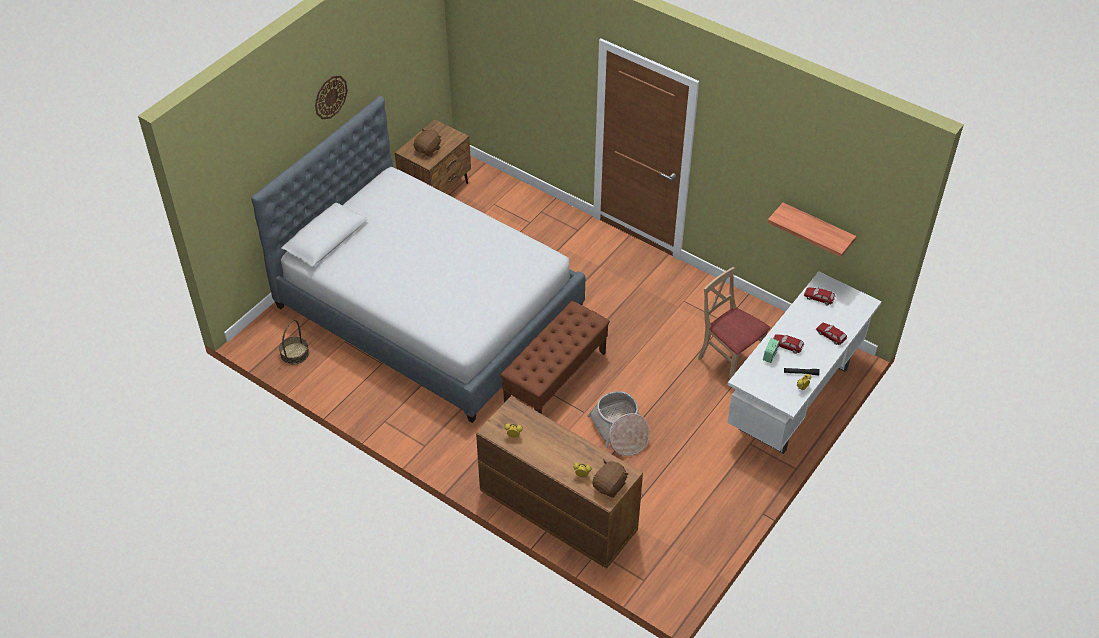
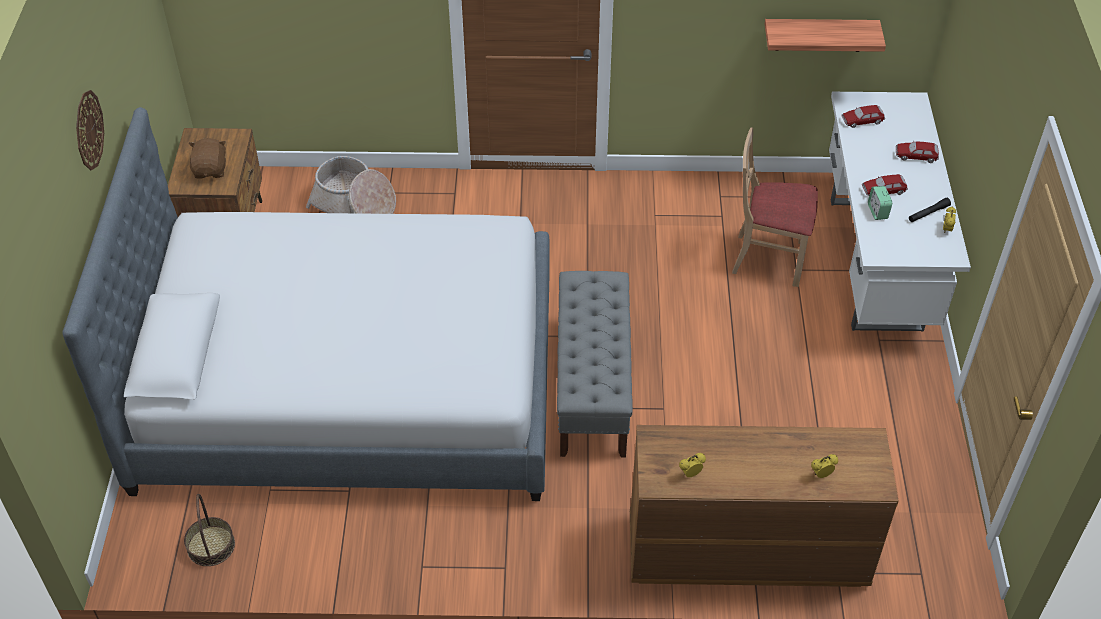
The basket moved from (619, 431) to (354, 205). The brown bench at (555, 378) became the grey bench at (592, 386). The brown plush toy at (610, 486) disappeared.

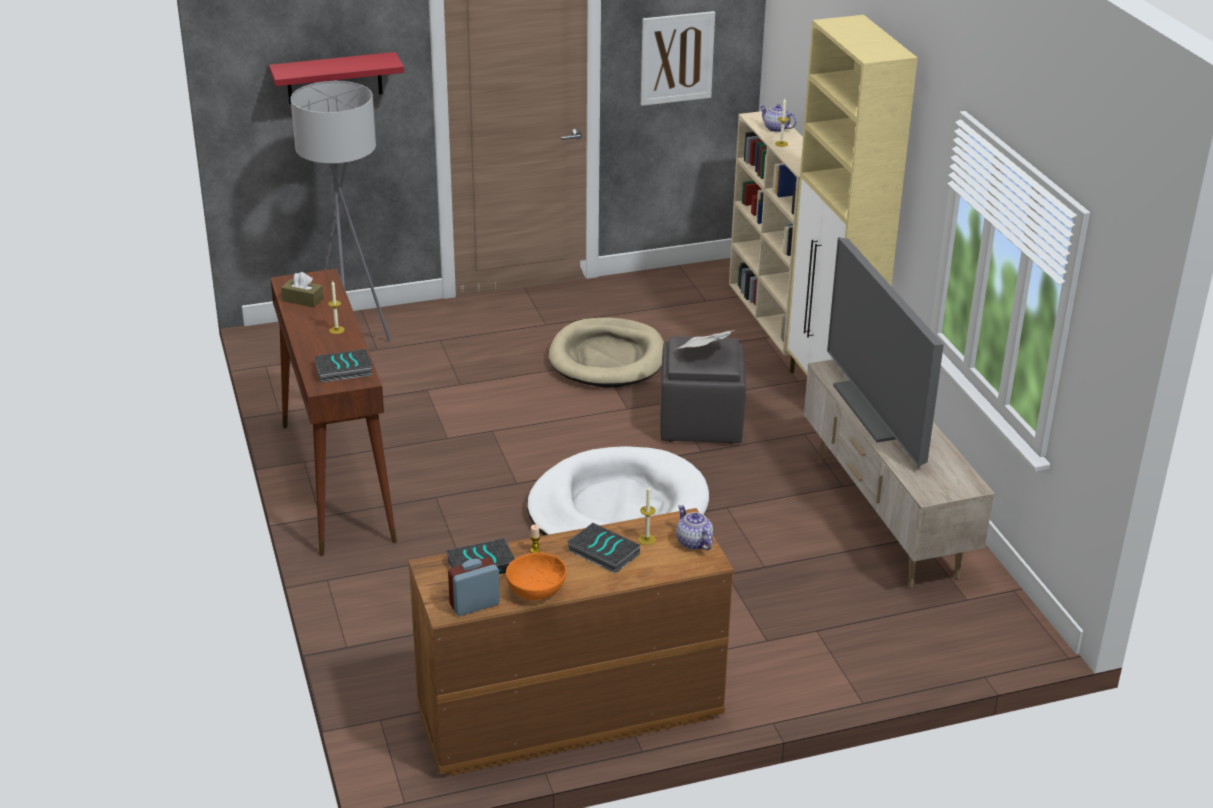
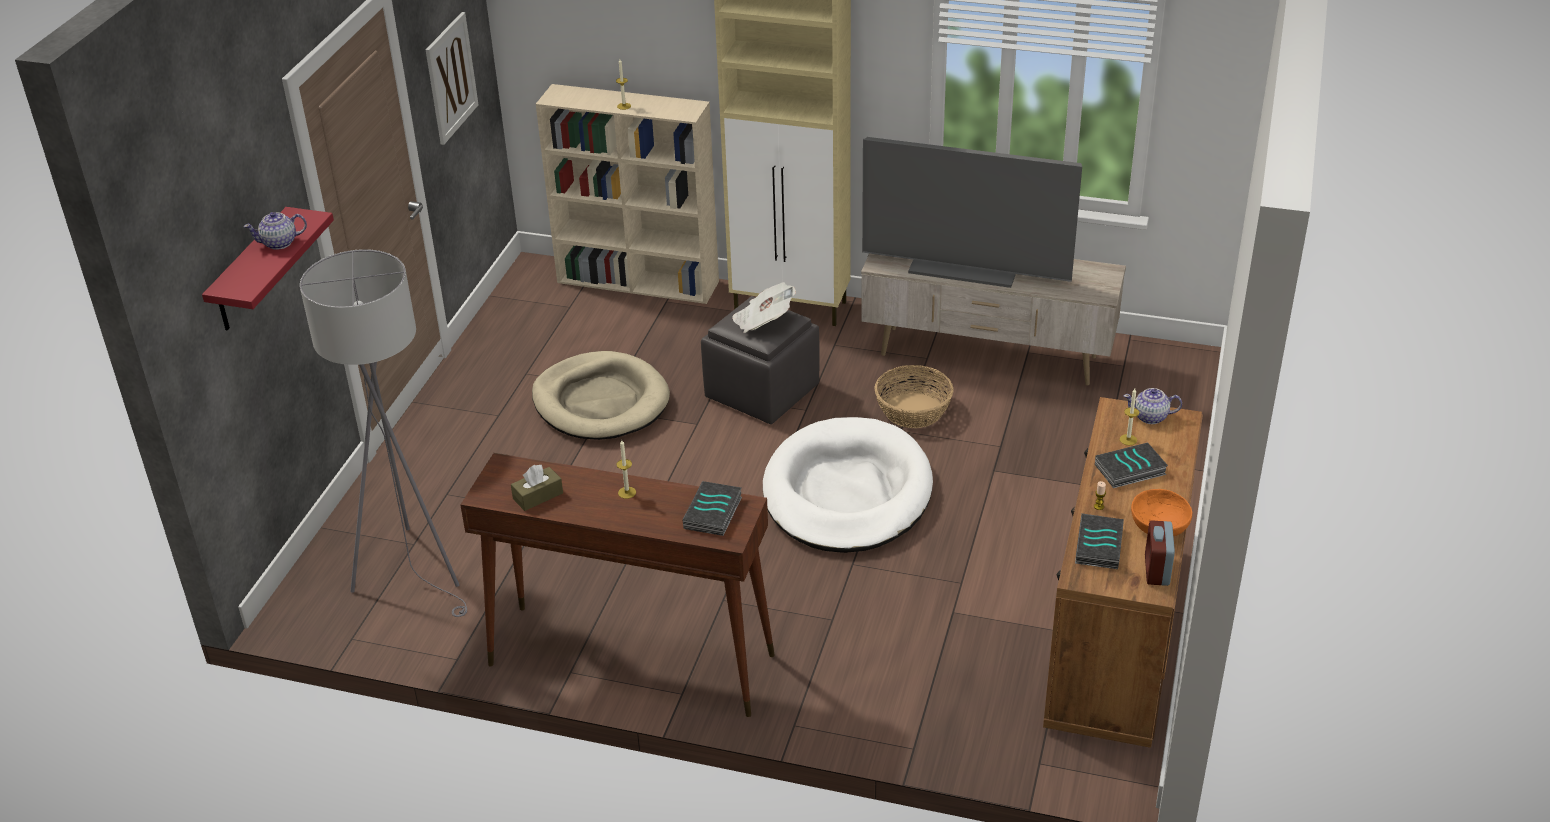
The teapot moved from (776, 128) to (280, 243). The basket at (913, 410) appeared.

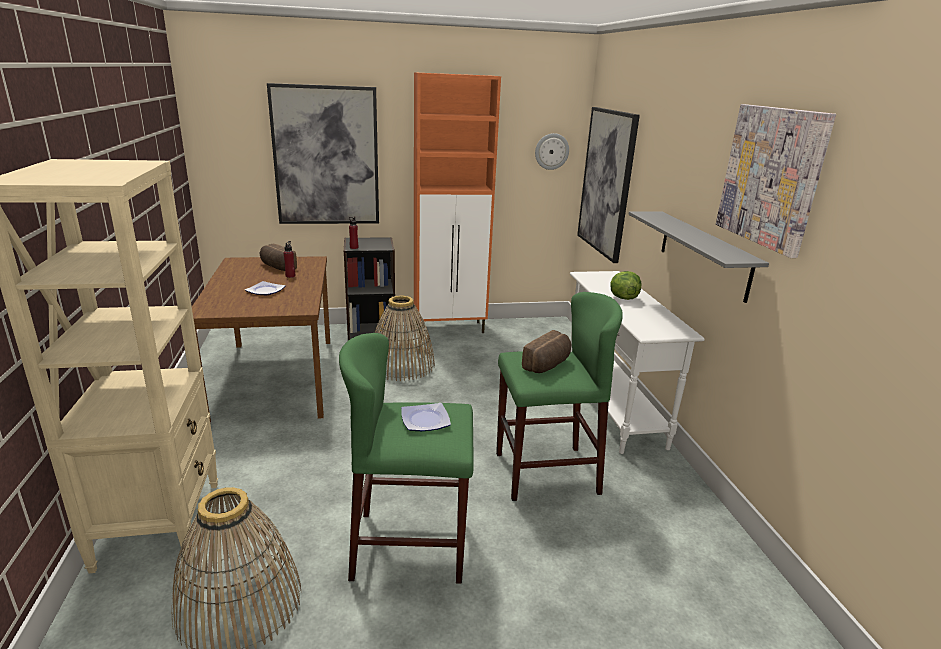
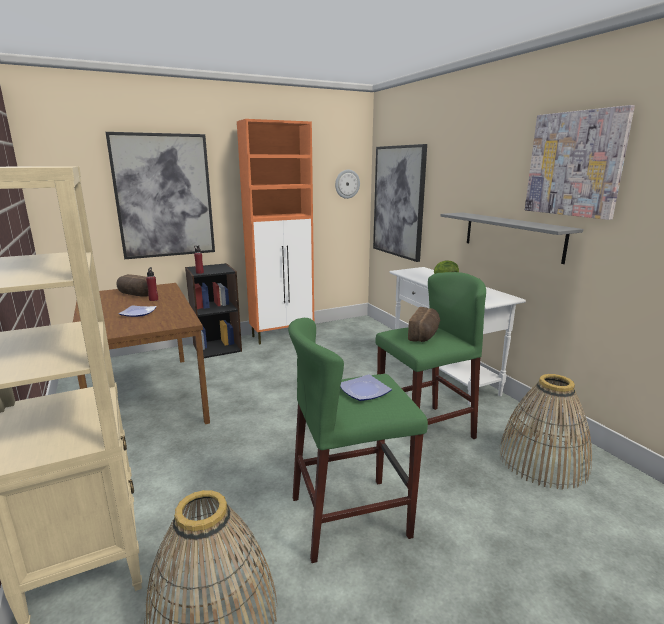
The basket moved from (401, 365) to (542, 460).

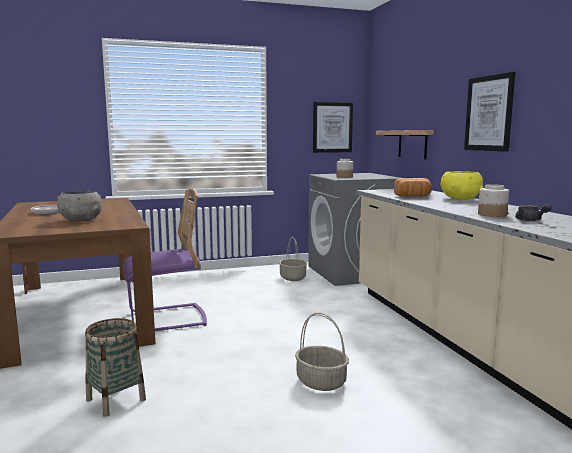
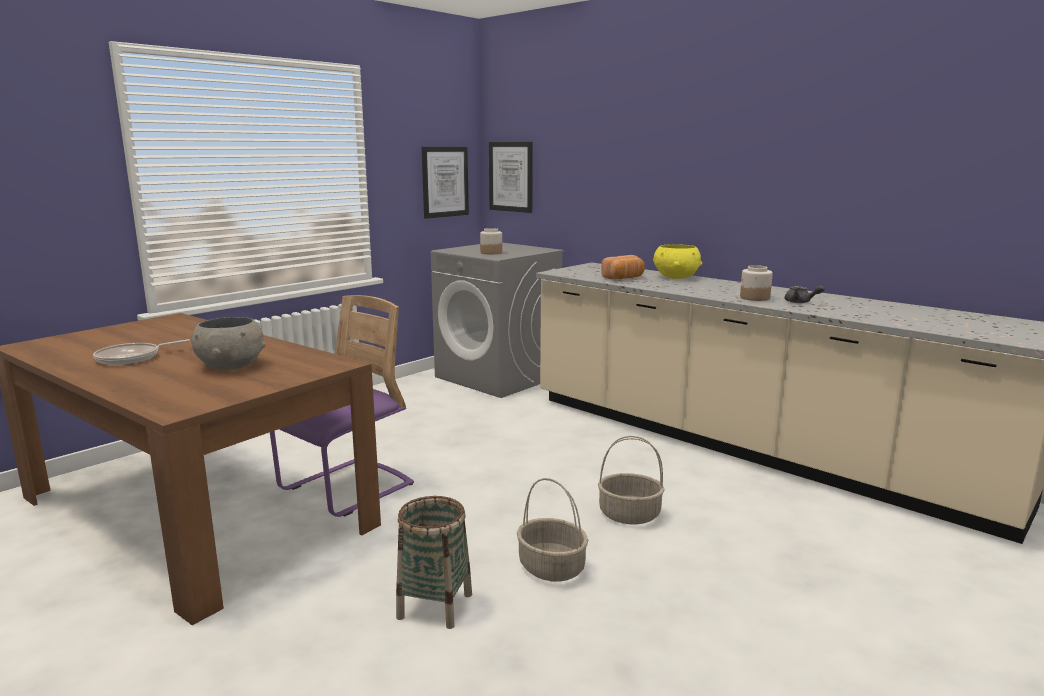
The picture moved from (489, 113) to (511, 176). The basket moved from (292, 277) to (550, 567). The shelf at (412, 144) disappeared.

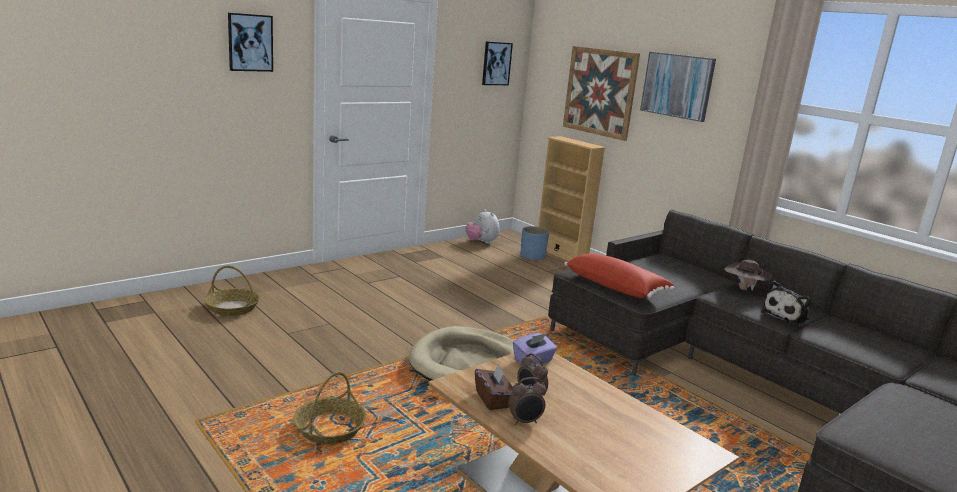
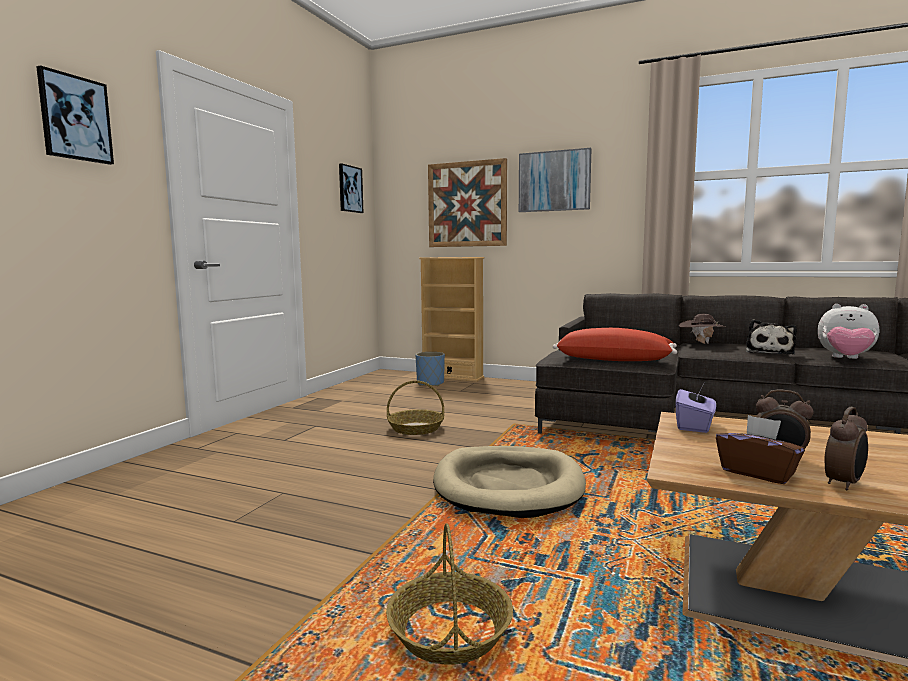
The basket moved from (232, 308) to (415, 428). The plush toy moved from (481, 242) to (845, 358).

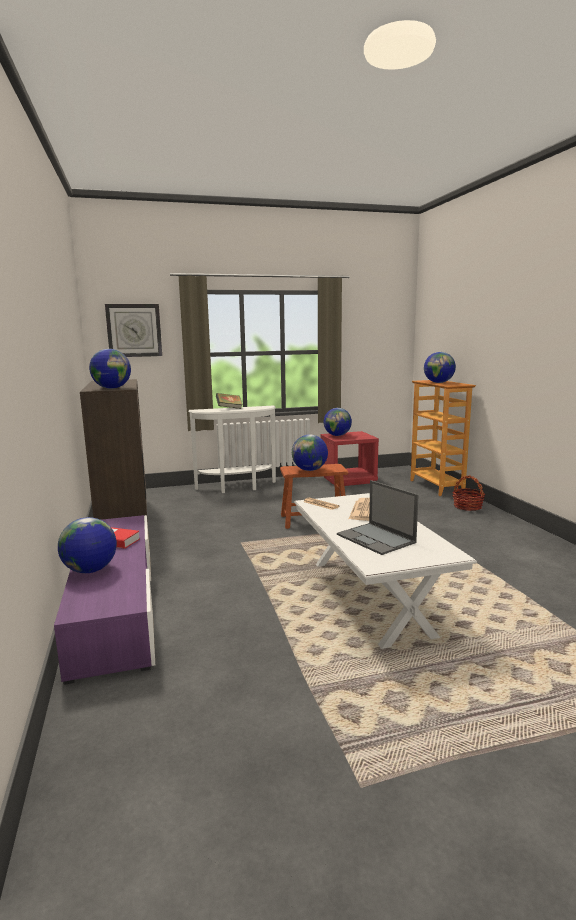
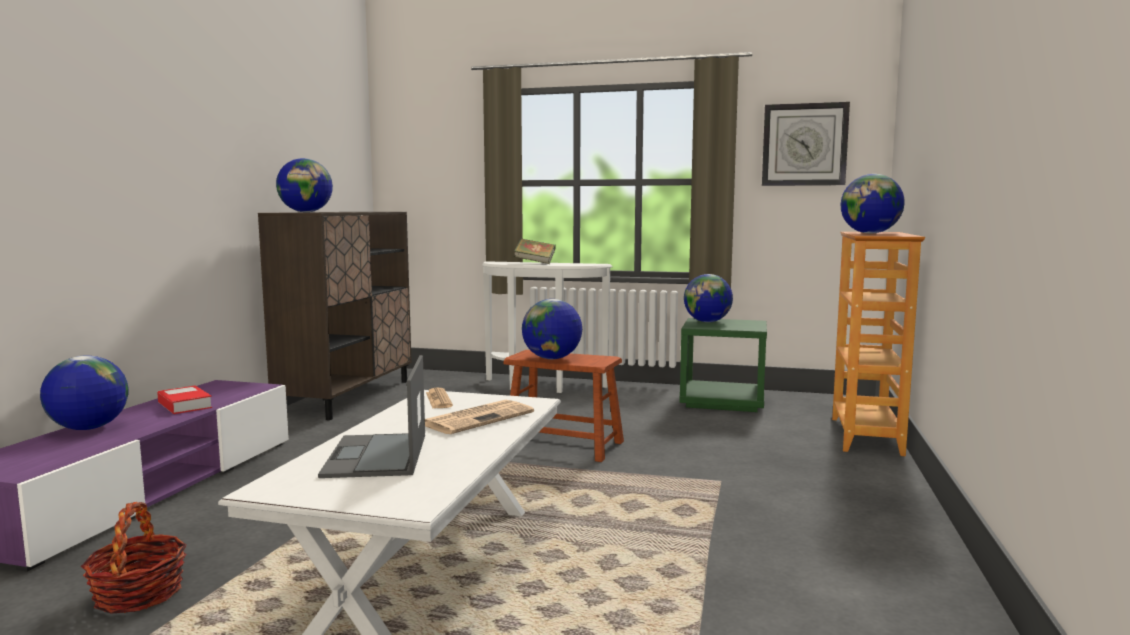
The basket moved from (467, 507) to (138, 594). The red nightstand at (348, 480) became the green nightstand at (723, 402). The wall clock moved from (134, 330) to (804, 145).

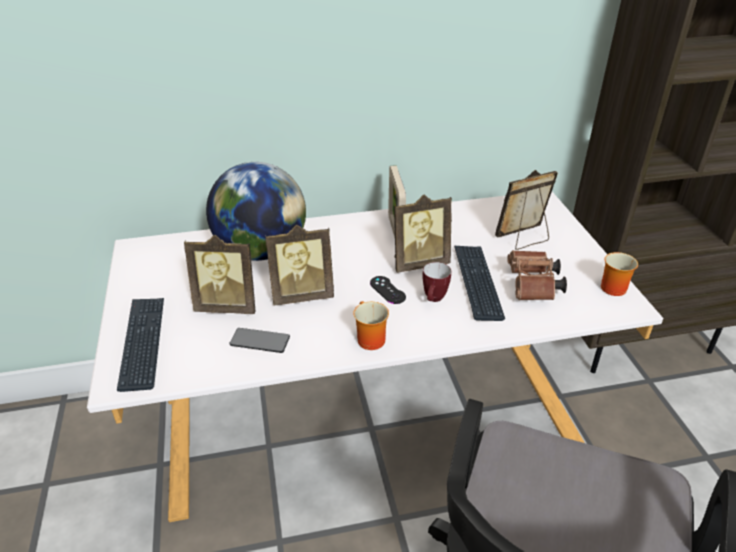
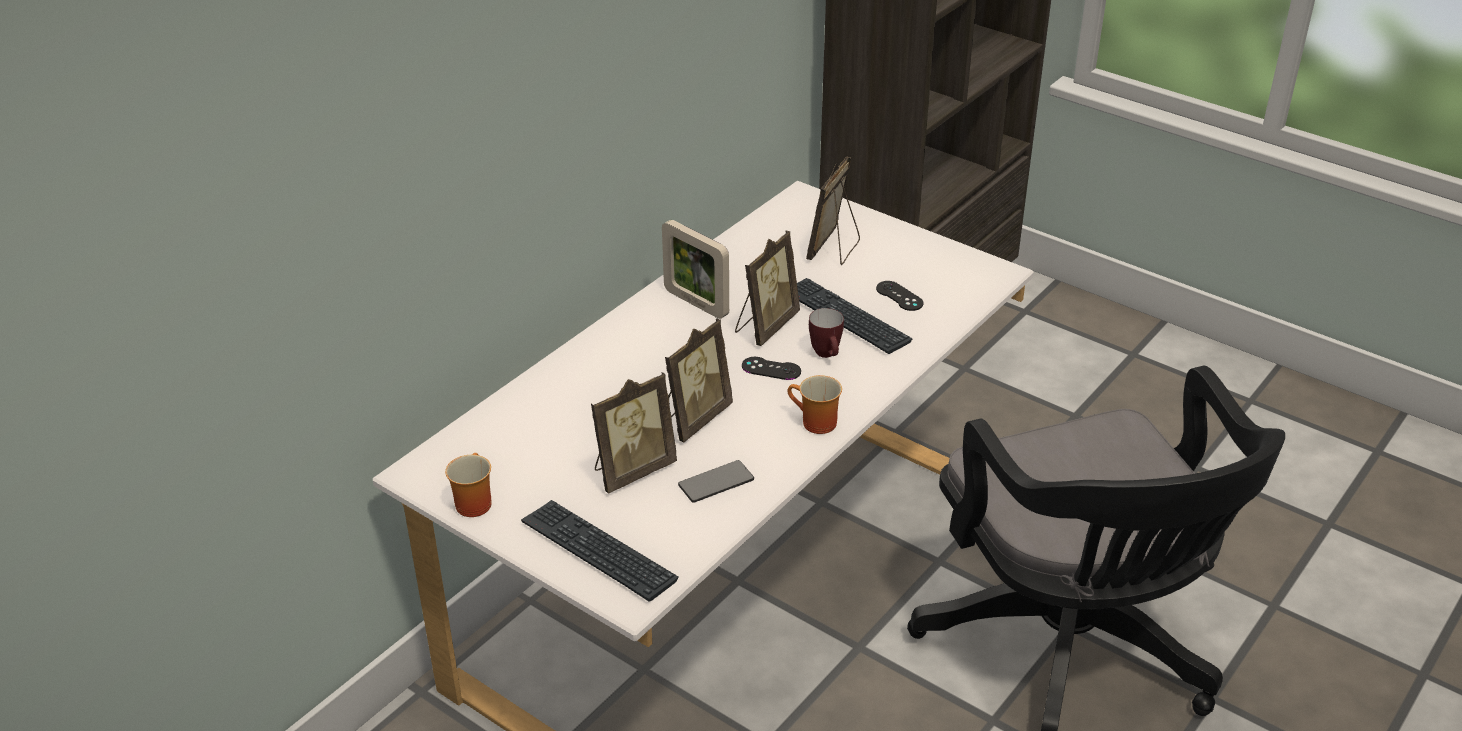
The mug moved from (613, 286) to (471, 502). The brown binoculars at (533, 287) was replaced by the black game controller at (899, 296). The globe at (261, 251) disappeared.

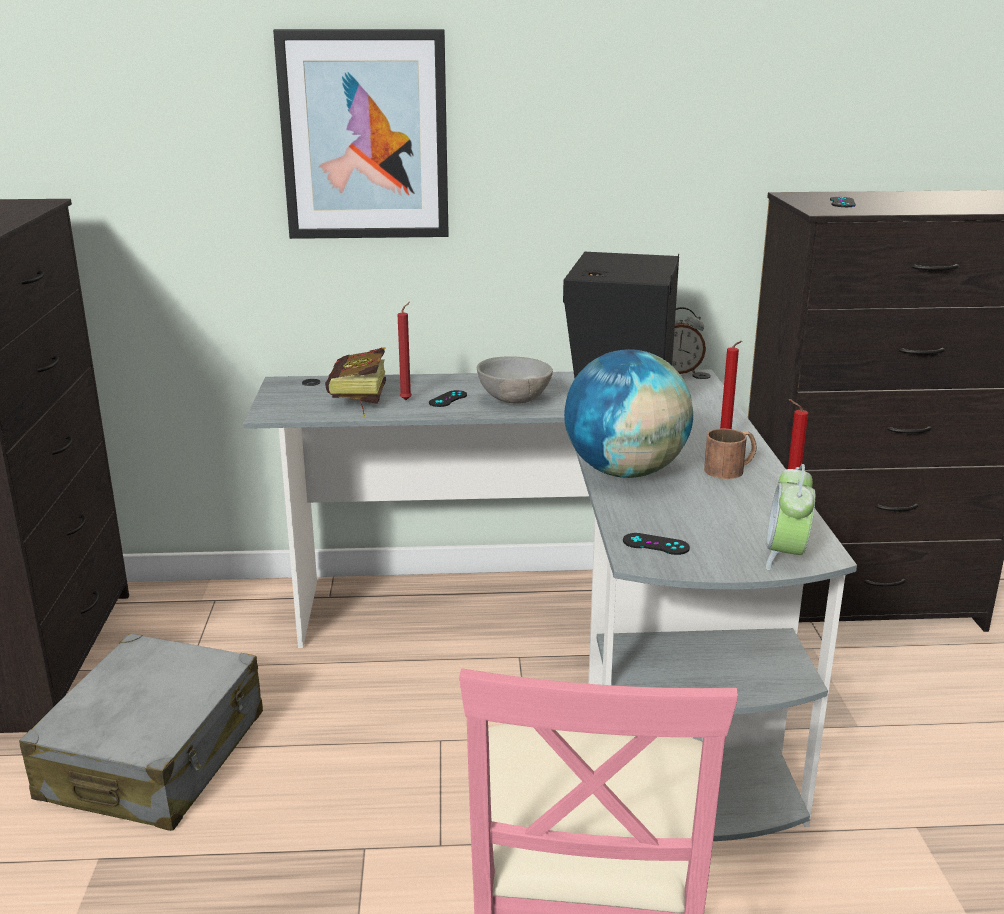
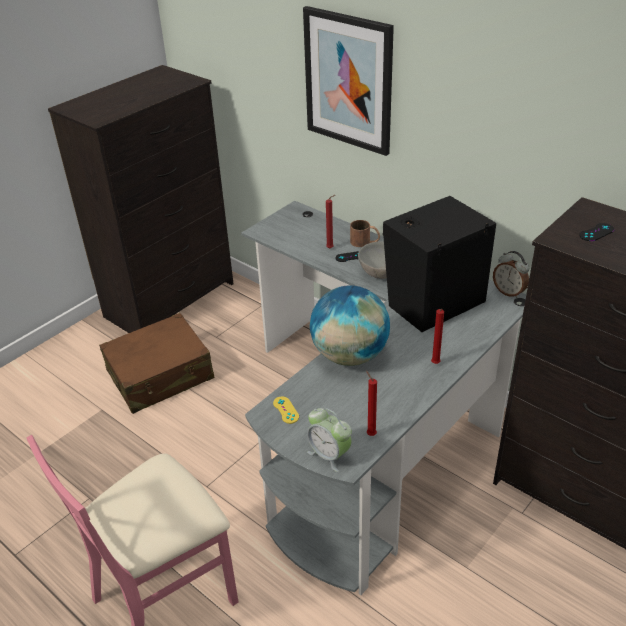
The grey suitcase at (155, 756) became the brown suitcase at (160, 375). The black game controller at (655, 544) became the yellow game controller at (286, 410). The alarm clock at (786, 556) turned 105 degrees counterclockwise. The brown mug moved from (731, 469) to (365, 242). The book at (357, 401) disappeared.

